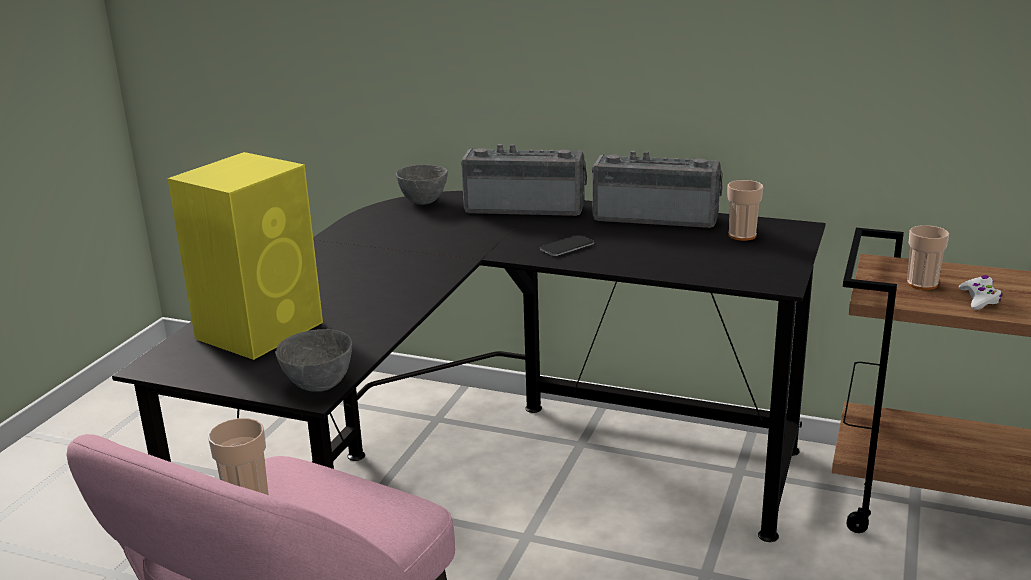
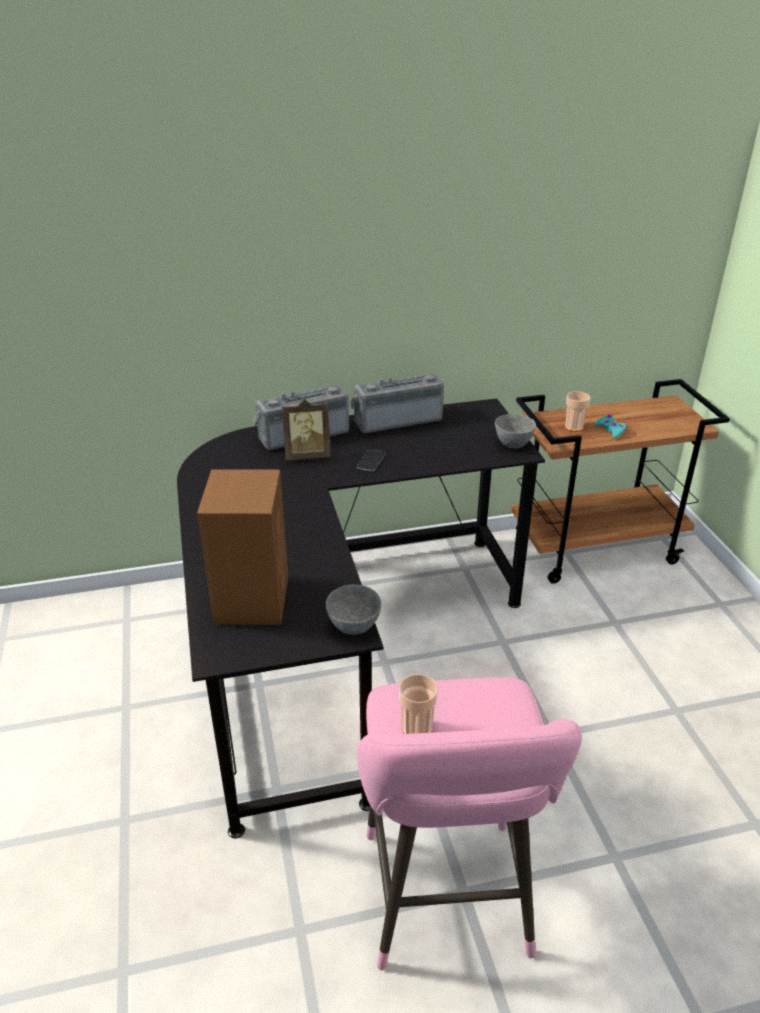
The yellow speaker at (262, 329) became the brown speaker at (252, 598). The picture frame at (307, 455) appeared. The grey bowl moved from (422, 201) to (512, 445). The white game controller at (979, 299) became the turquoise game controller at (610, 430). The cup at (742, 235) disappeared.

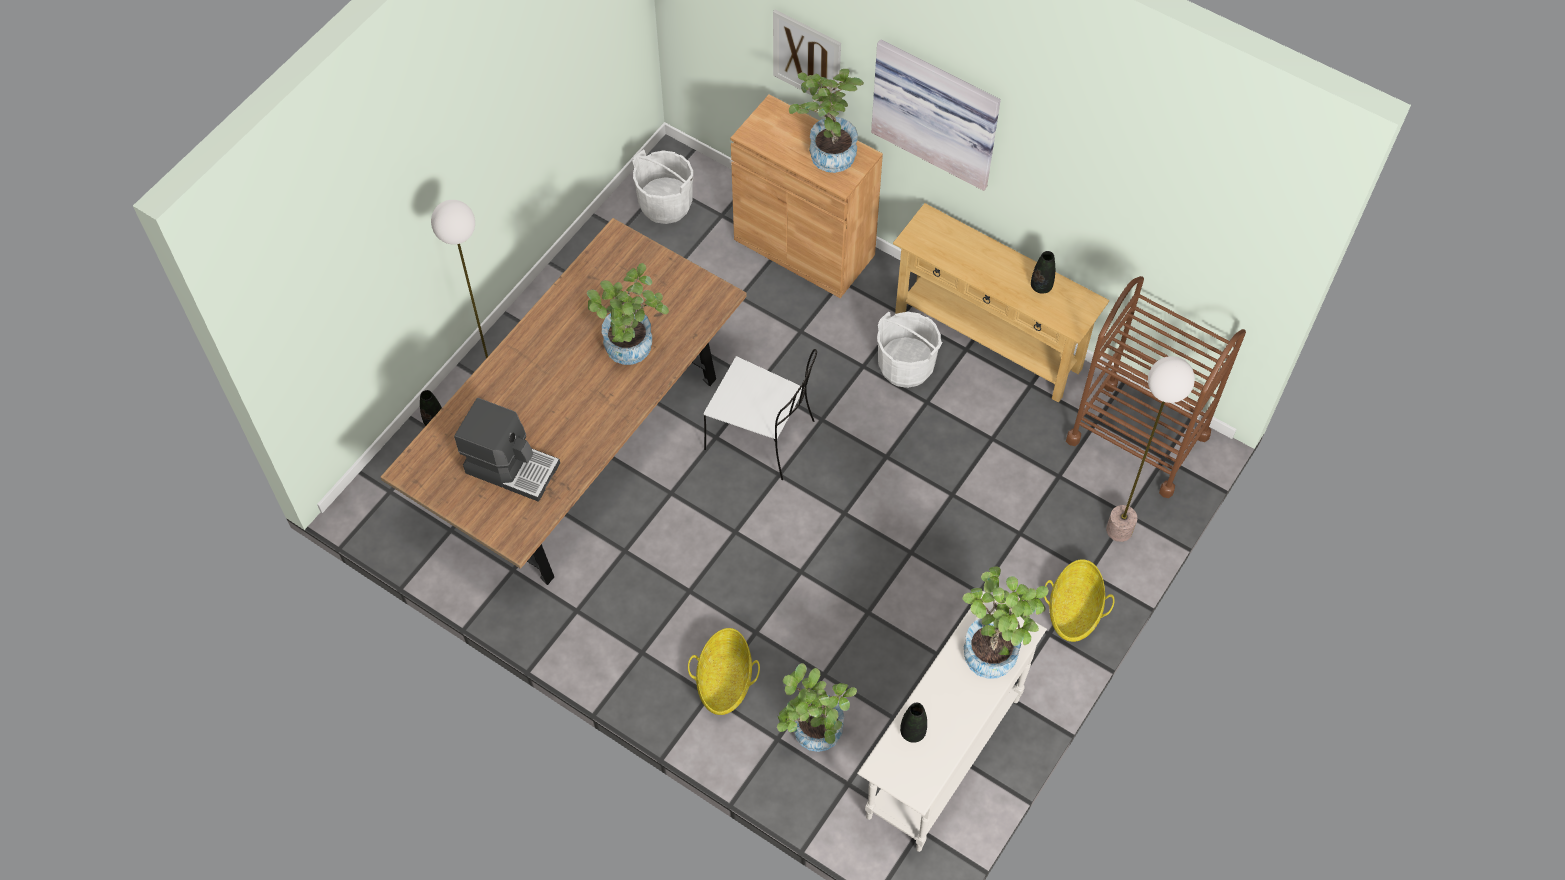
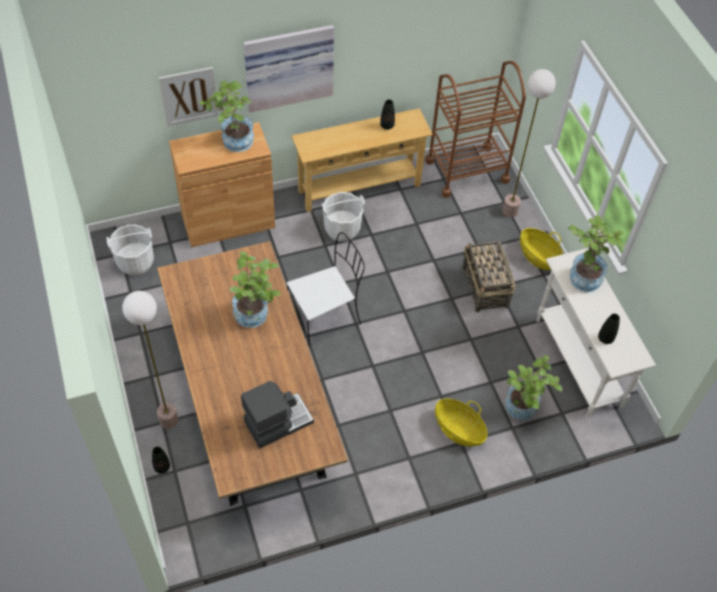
The basket at (485, 288) appeared.

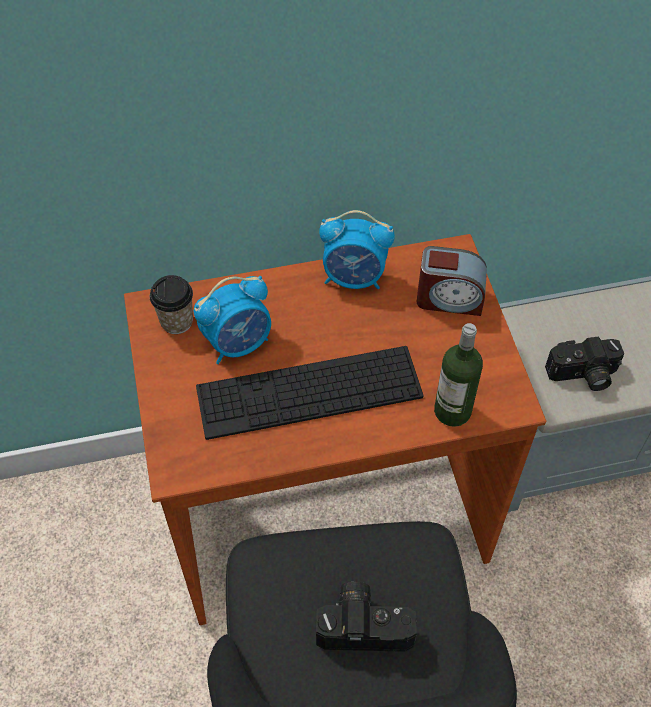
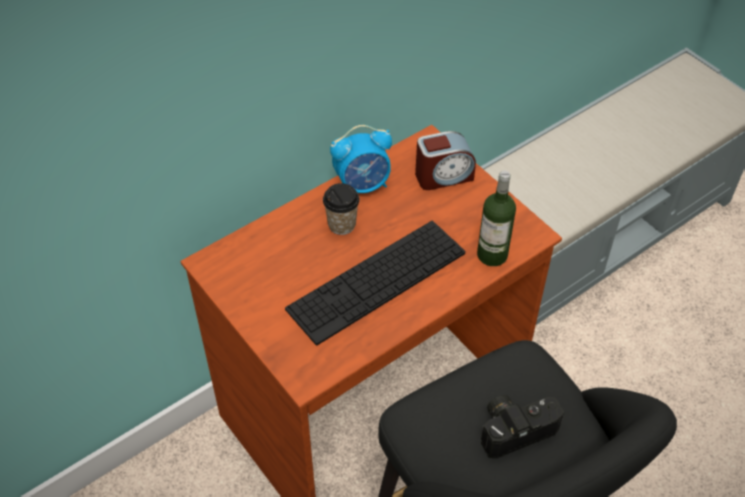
The cup moved from (176, 321) to (341, 224). The alarm clock at (238, 343) disappeared. The photo camera at (583, 375) disappeared.

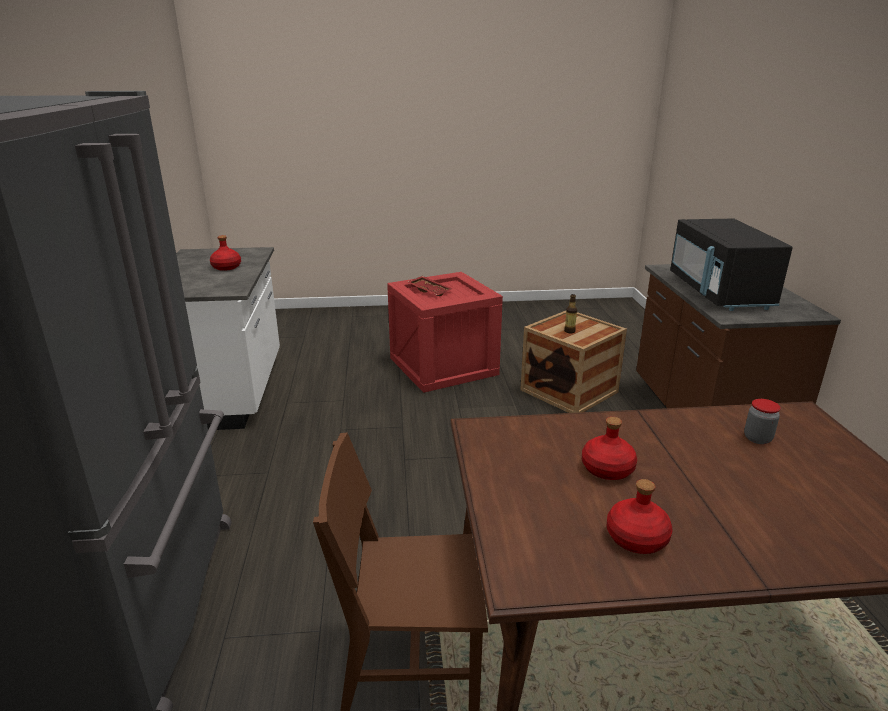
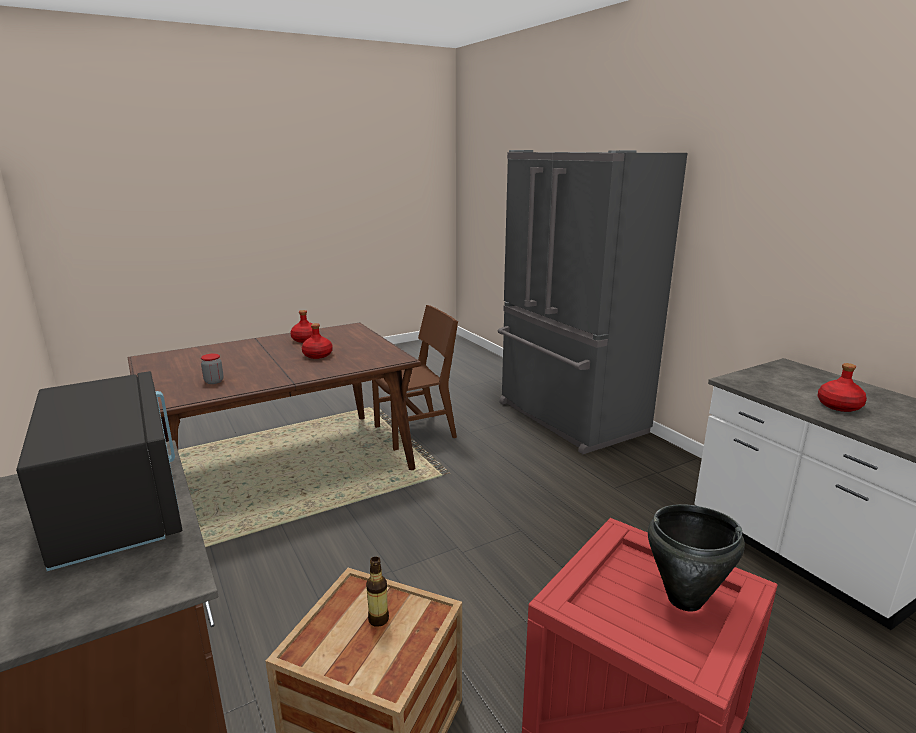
The red tray at (430, 291) was replaced by the black cooking pot at (685, 600).

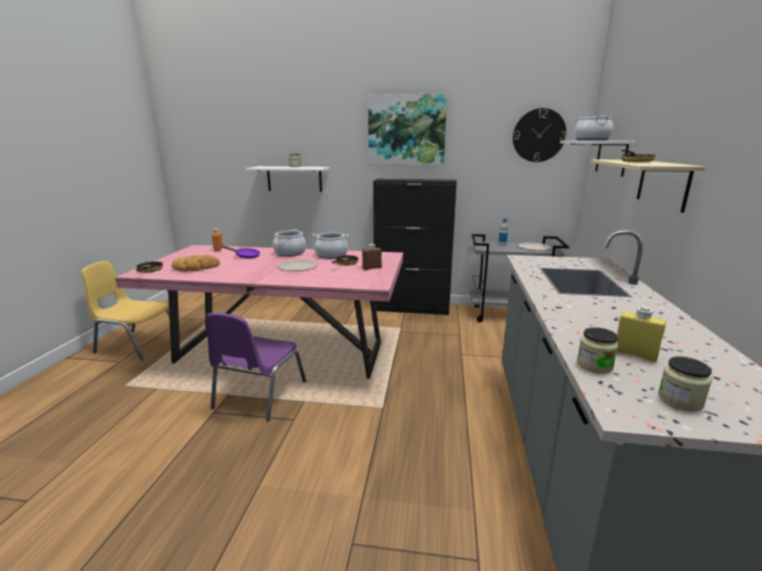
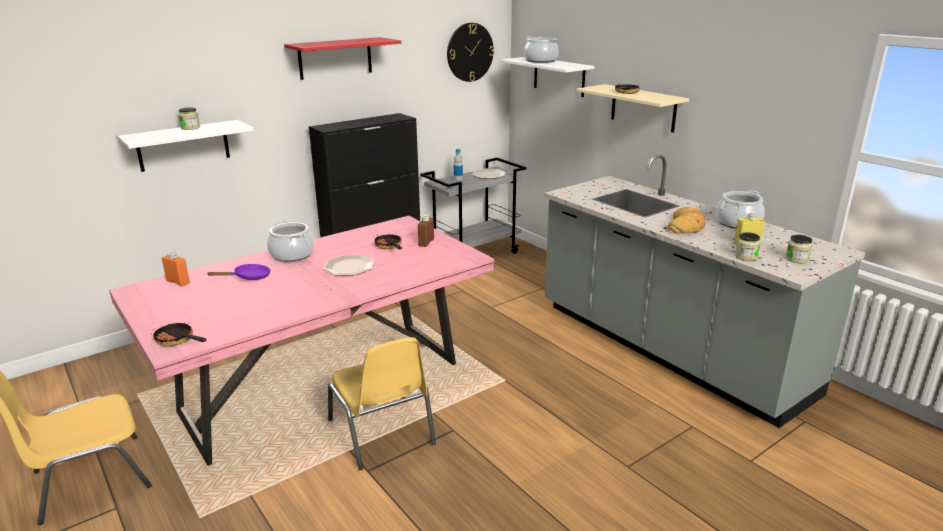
The picture at (406, 130) was replaced by the red shelf at (335, 58). The purple chair at (258, 395) became the yellow chair at (382, 433). The bread moved from (196, 268) to (686, 226). The cooking pot moved from (331, 255) to (737, 223).

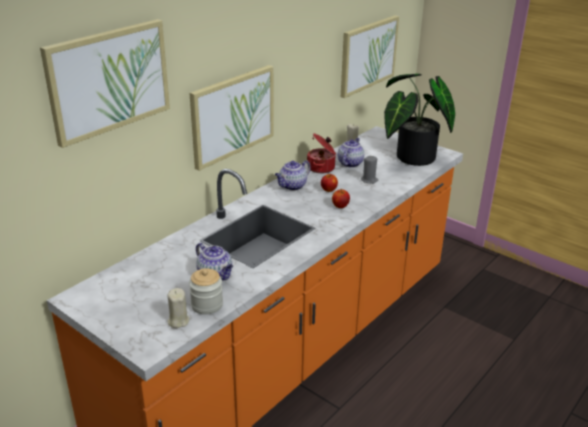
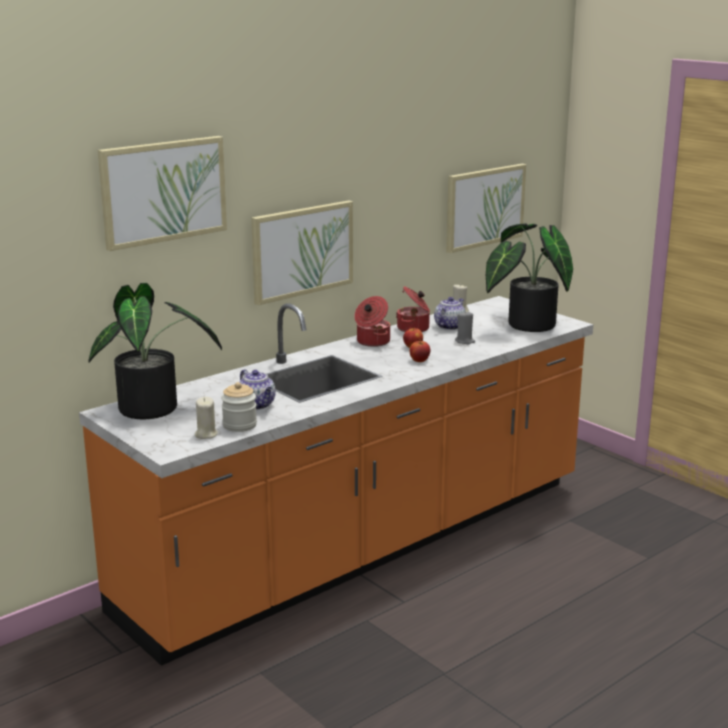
The potted plant at (155, 410) appeared. The teapot at (292, 186) was replaced by the cooking pot at (372, 342).

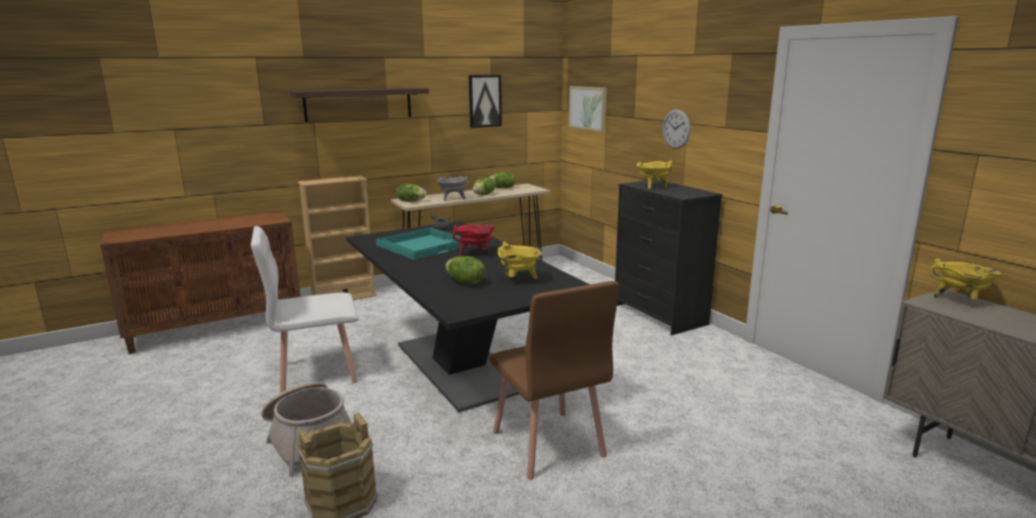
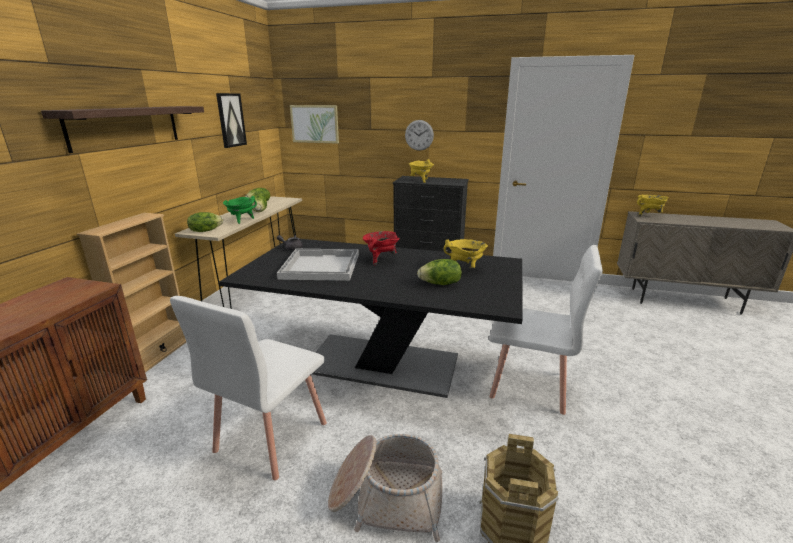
The grey cooking pot at (452, 199) became the green cooking pot at (241, 220). The turquoise tray at (423, 245) became the white tray at (320, 266). The brown chair at (547, 444) became the white chair at (530, 385).

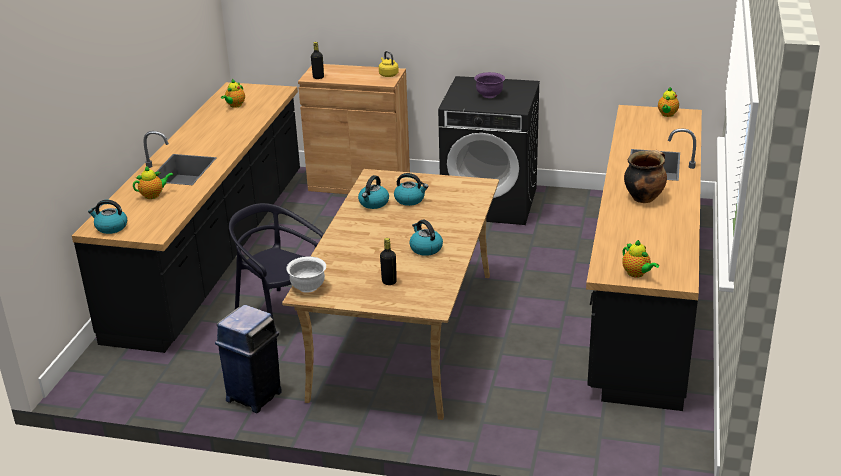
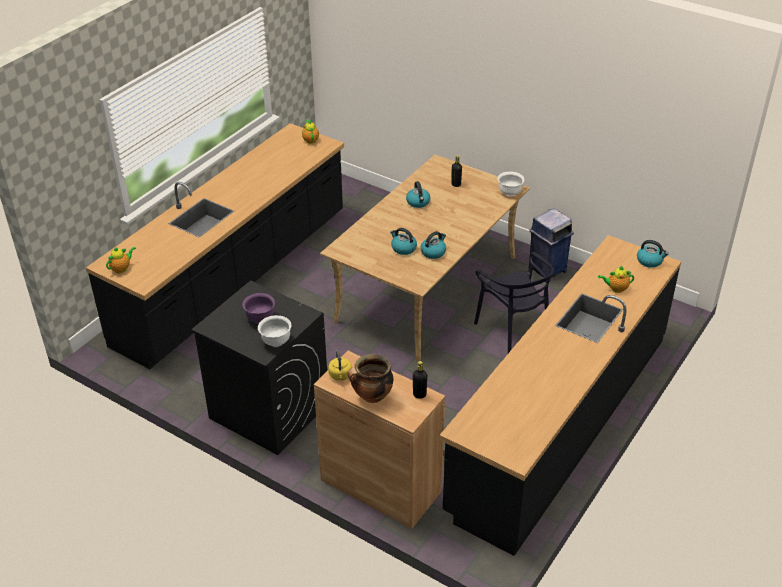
The white bowl at (276, 341) appeared. The cooking pot moved from (643, 197) to (372, 397). The teapot at (235, 105) disappeared.

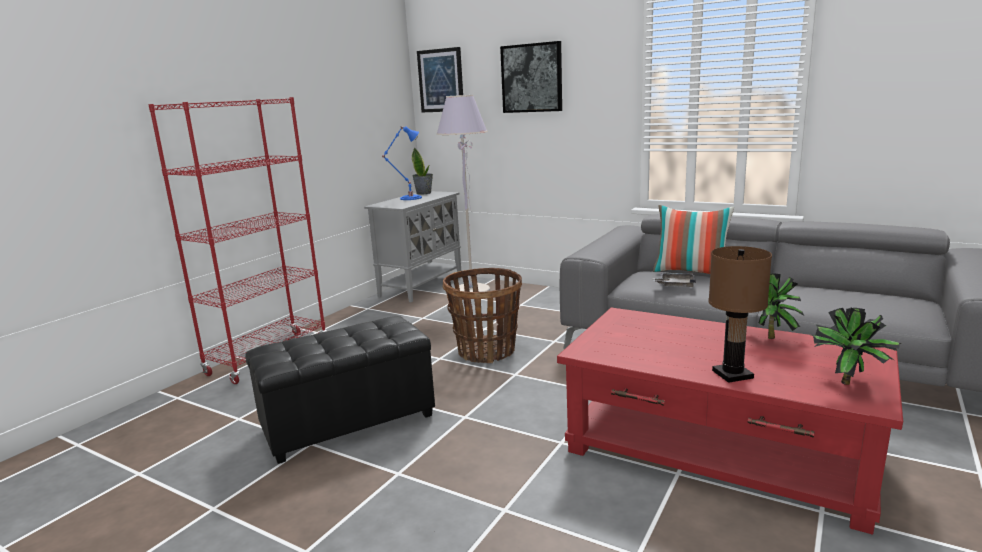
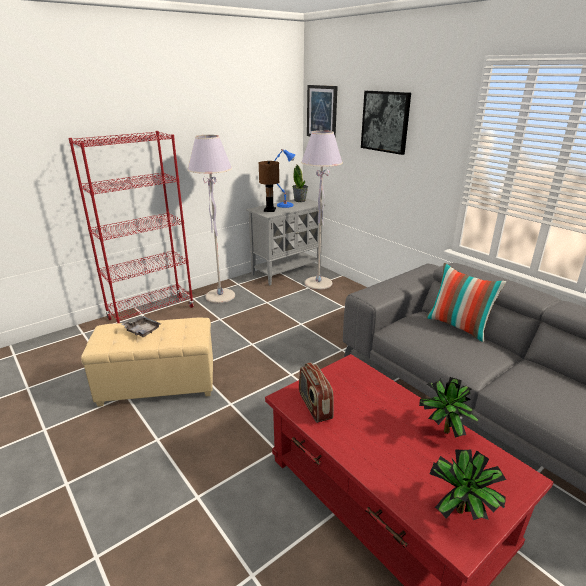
The black ottoman at (348, 422) became the beige ottoman at (158, 385). The grey tray moved from (675, 285) to (142, 330). The grey floor lamp at (220, 297) appeared. The brown table lamp moved from (731, 374) to (269, 210). The radio at (314, 406) appeared. The basket at (486, 351) disappeared.

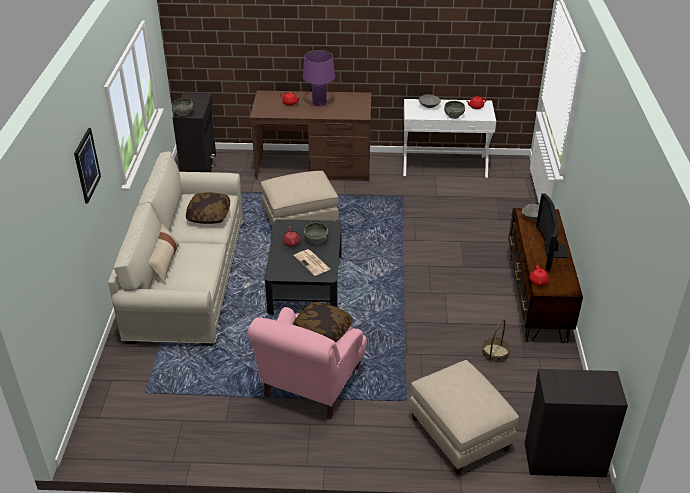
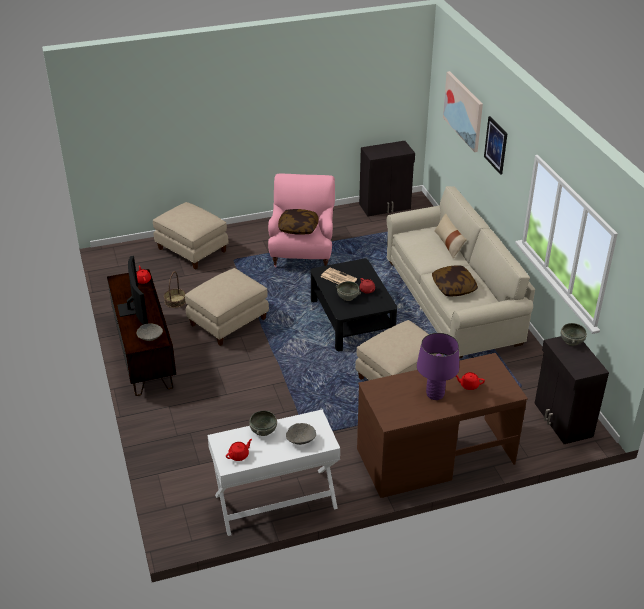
The beige ottoman at (228, 321) appeared. The black cabinet moved from (563, 458) to (385, 206). The picture at (463, 110) appeared.

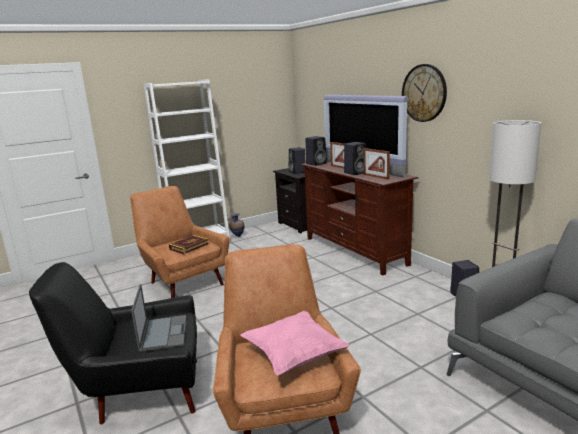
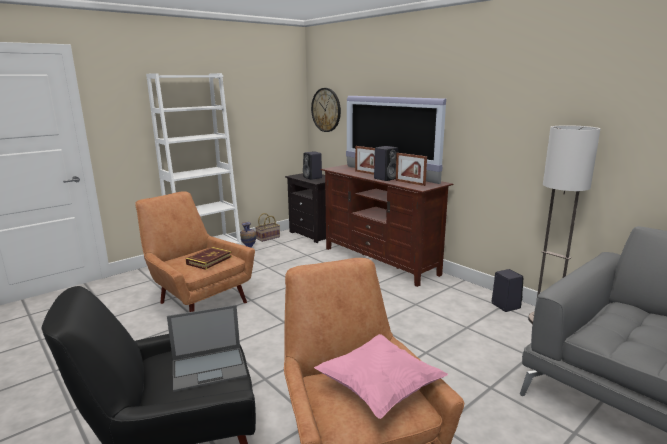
The laptop at (163, 332) turned 90 degrees clockwise. The basket at (268, 237) appeared. The wall clock moved from (424, 93) to (326, 110). The black speaker at (316, 163) disappeared.

